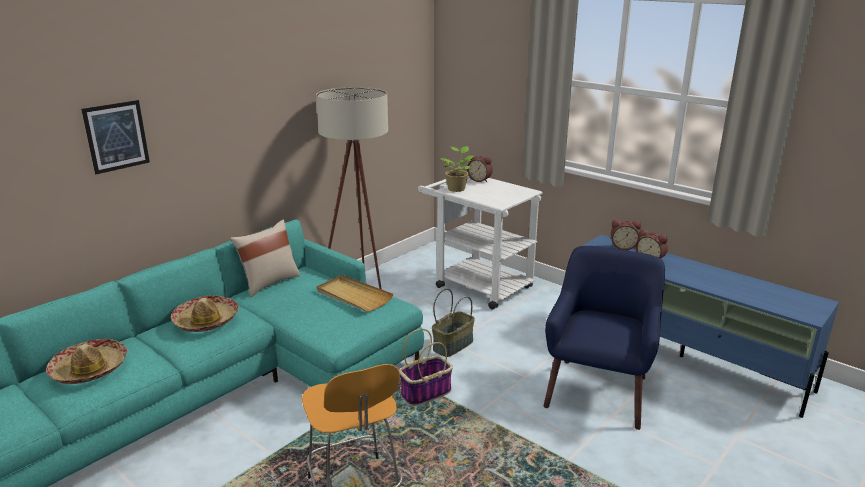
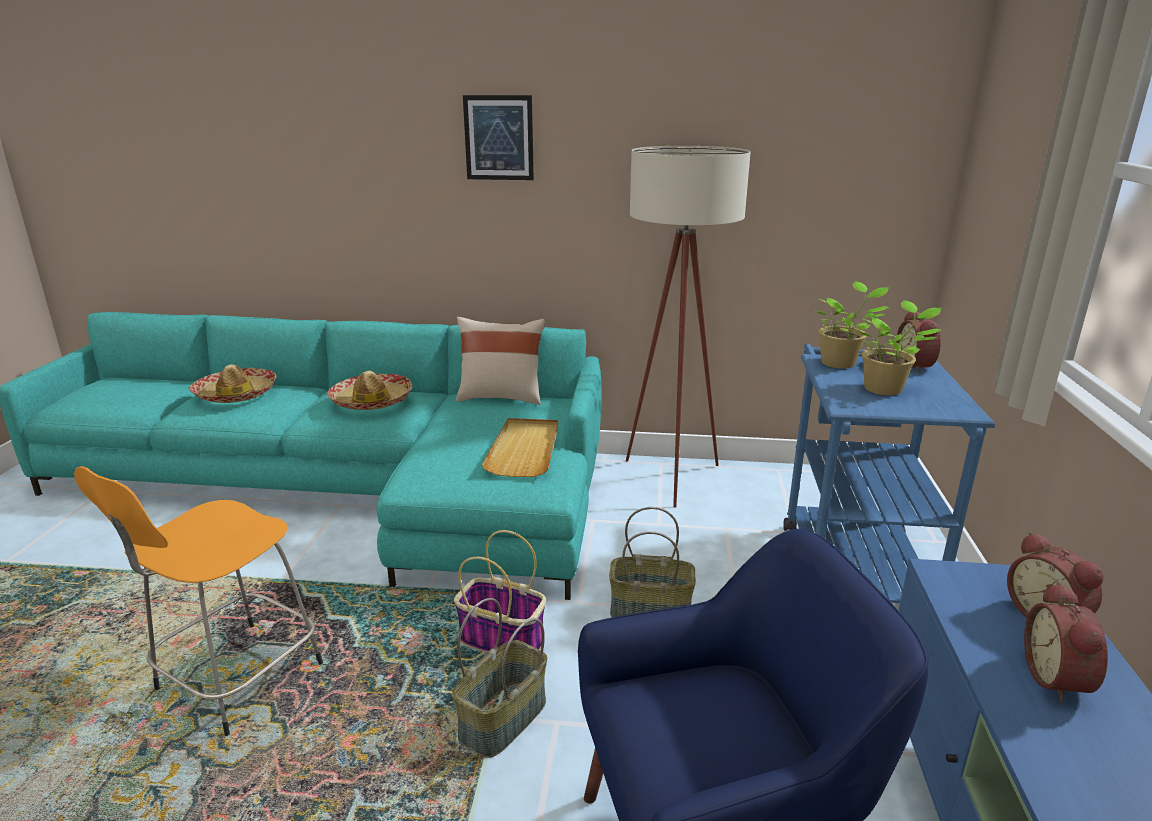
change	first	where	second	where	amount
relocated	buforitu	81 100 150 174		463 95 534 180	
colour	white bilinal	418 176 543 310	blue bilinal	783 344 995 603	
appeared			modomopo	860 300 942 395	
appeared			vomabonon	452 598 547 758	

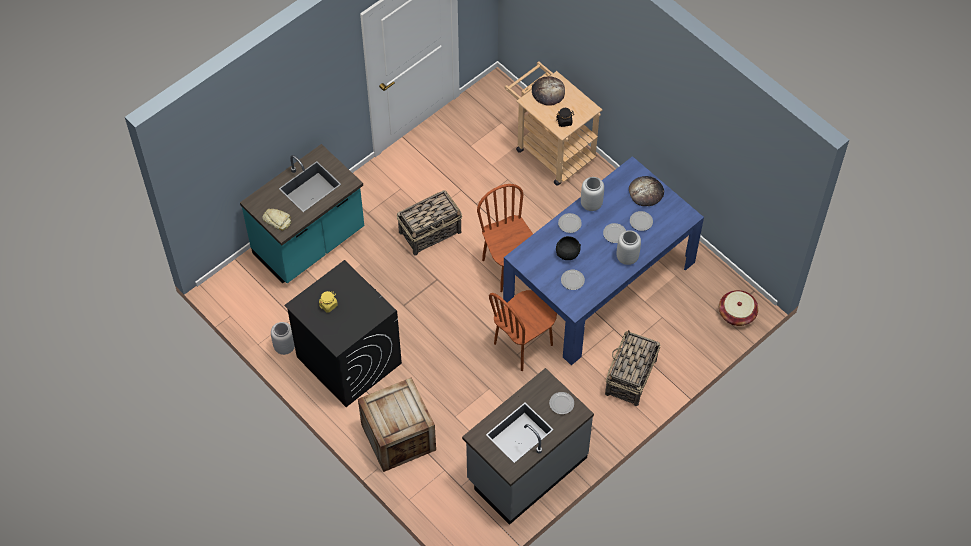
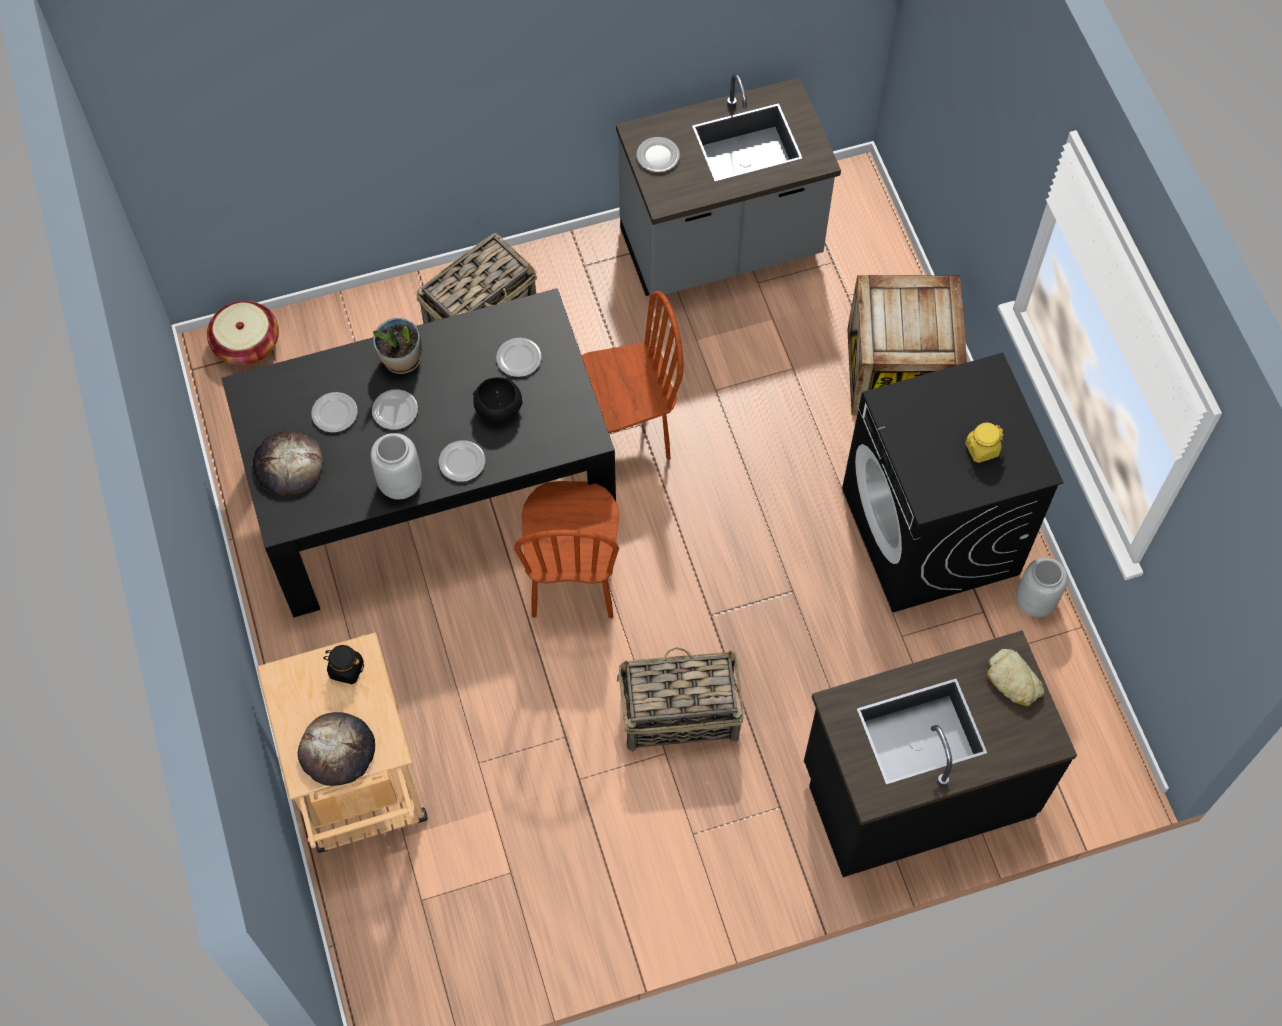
change	first	where	second	where	amount
colour	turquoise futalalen	240 144 364 284	black futalalen	804 630 1077 877	
colour	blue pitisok	503 156 704 365	black pitisok	222 288 616 617	
exchanged	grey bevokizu	617 230 641 265	modomopo	373 318 422 374	

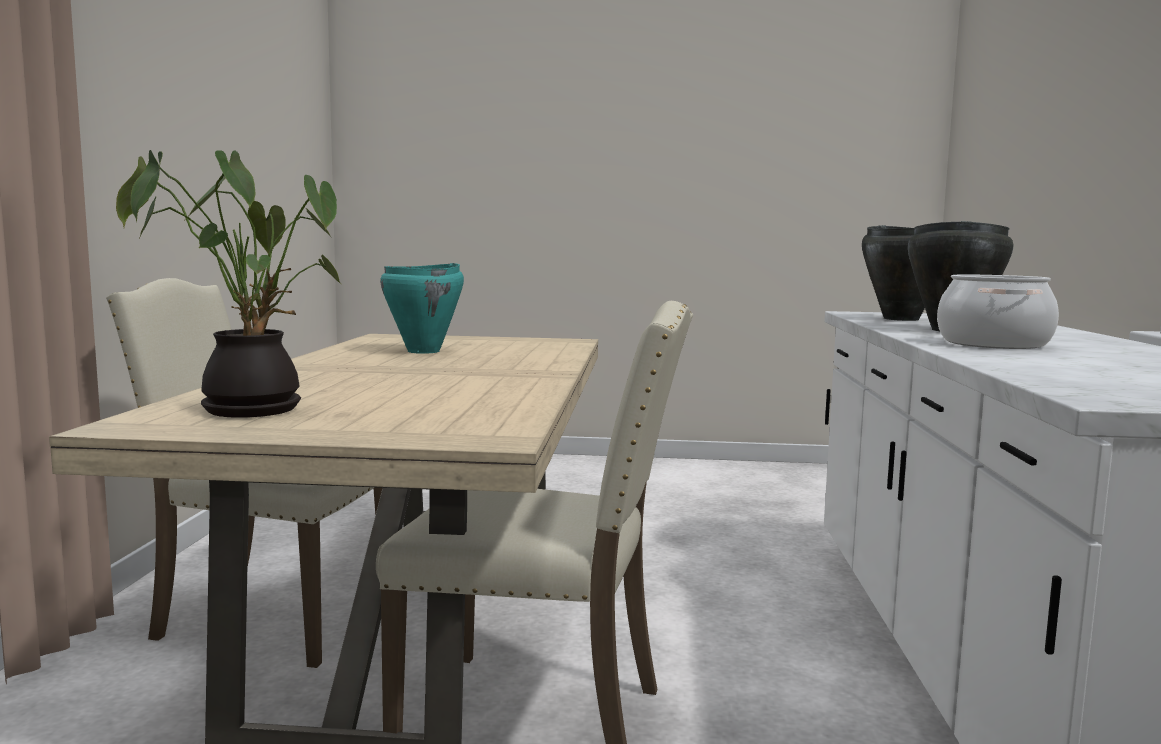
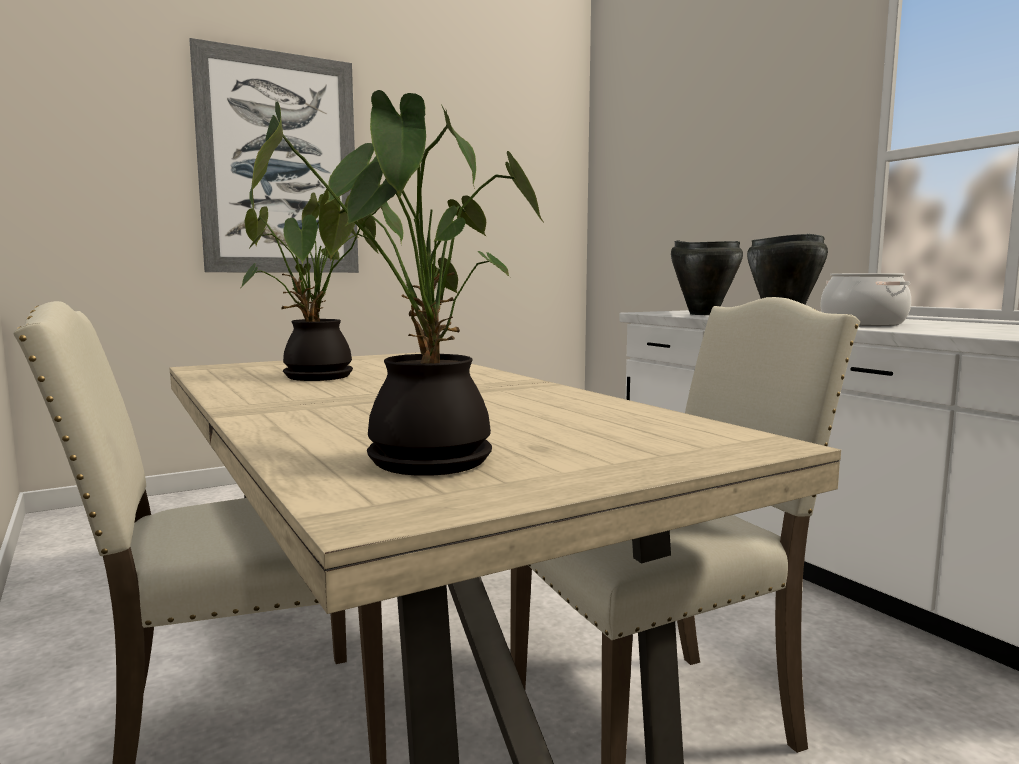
change	first	where	second	where	amount
exchanged	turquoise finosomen	380 263 464 354	modomopo	241 192 403 381	
appeared			buforitu	189 38 359 273	

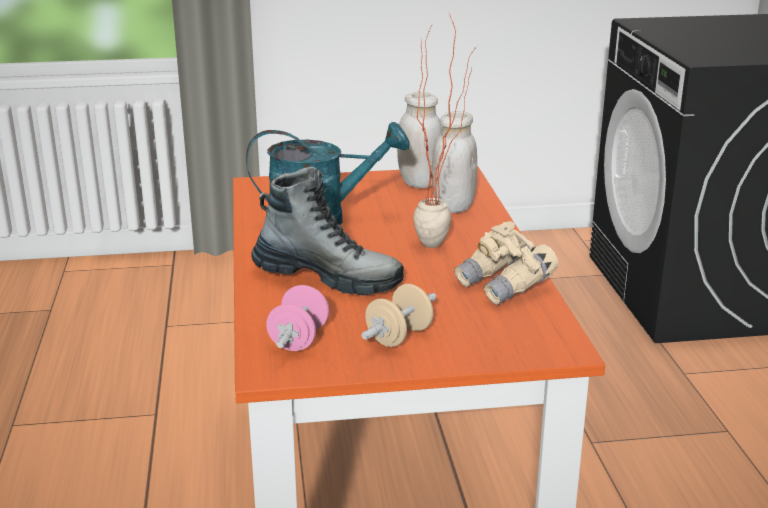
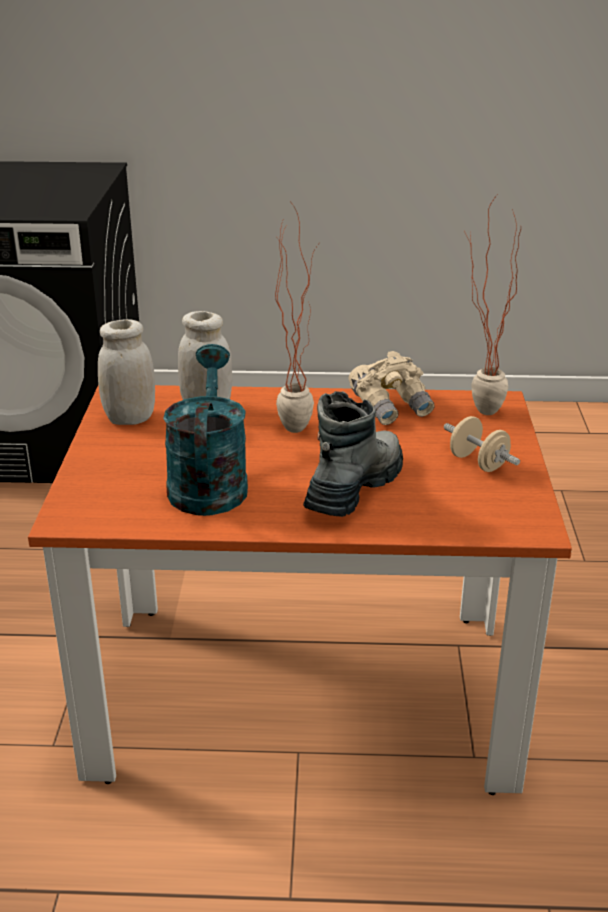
change	first	where	second	where	amount
missing	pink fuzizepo	266 285 329 351			
appeared			modomopo	464 195 521 415	

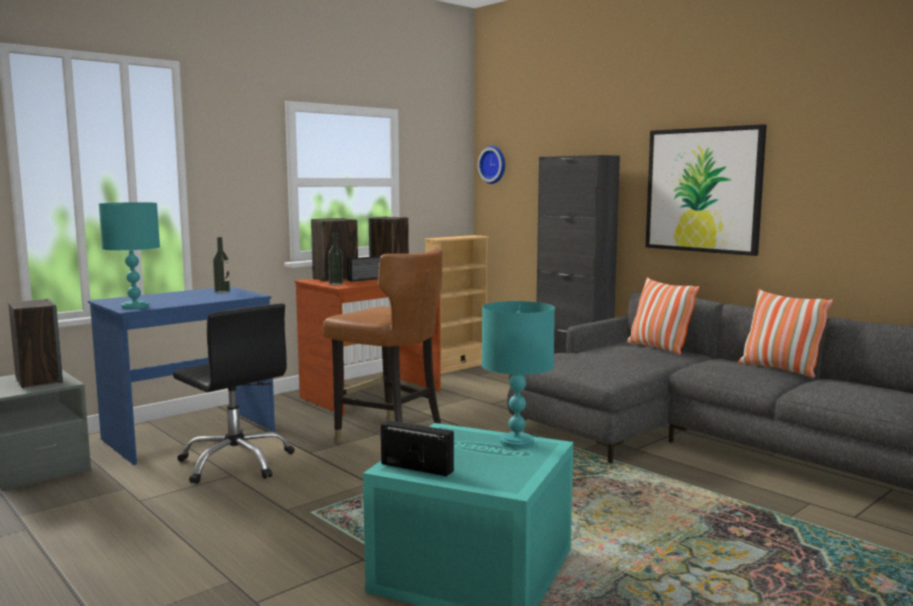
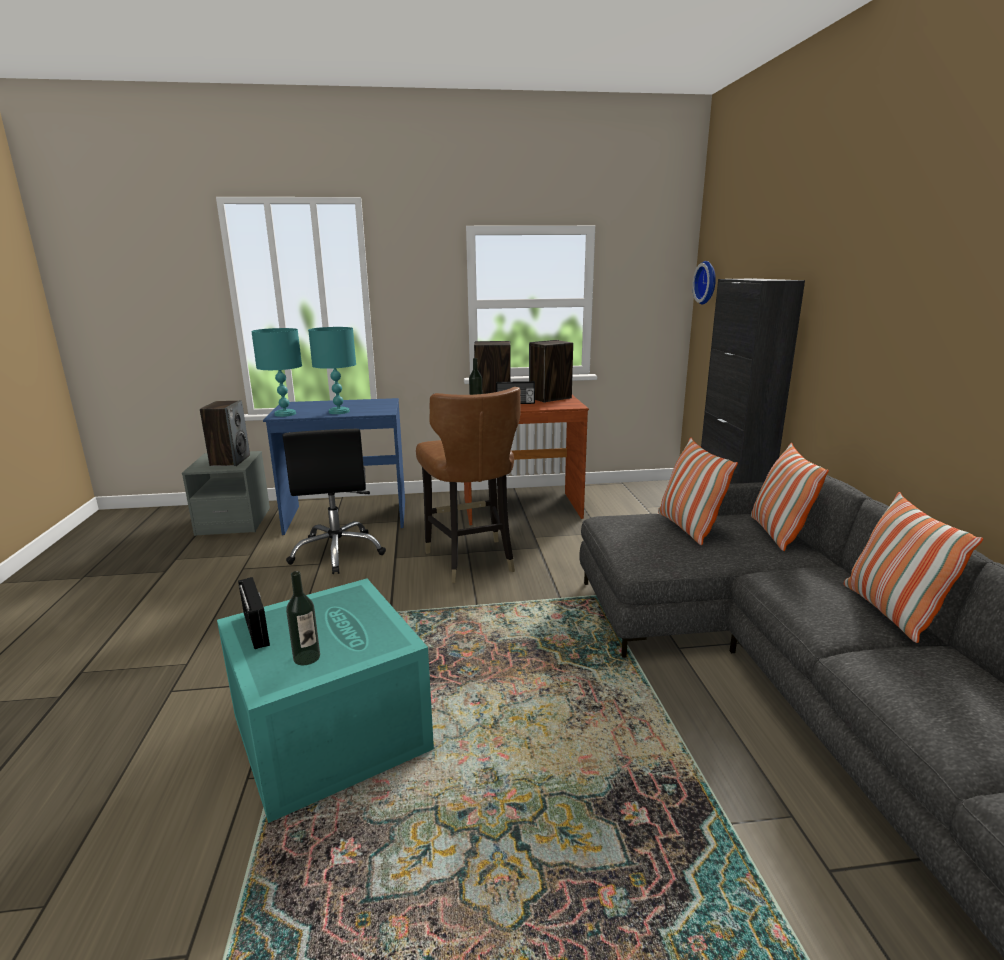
change	first	where	second	where	amount
missing	buforitu	645 124 767 256			
missing	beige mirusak	424 235 489 374			
relocated	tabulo	213 237 230 293		286 571 320 666	
relocated	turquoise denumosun	482 301 555 448		308 327 356 414	
appeared			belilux	658 438 738 545	

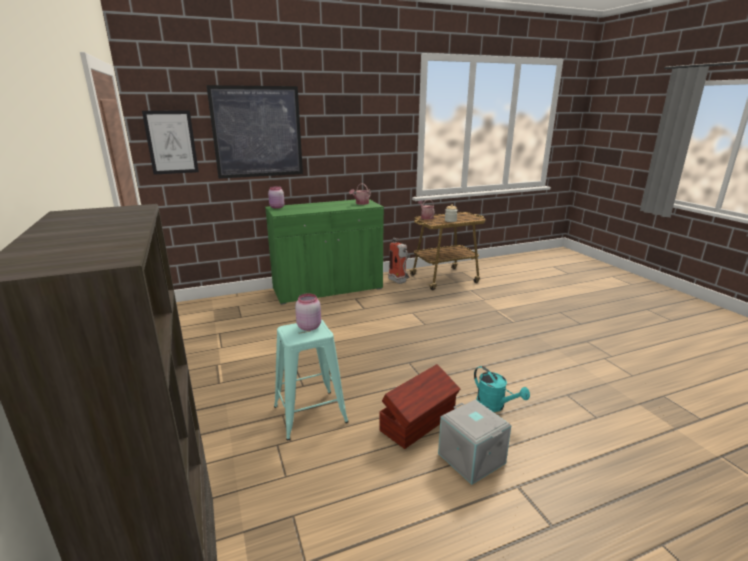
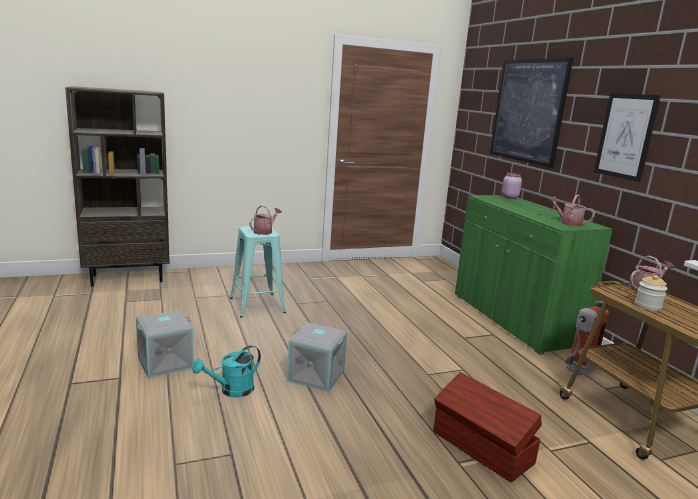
change	first	where	second	where	amount
relocated	buforitu	142 110 199 175		594 93 661 182	
exchanged	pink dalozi	295 293 321 331	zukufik	250 205 282 235	
relocated	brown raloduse	379 364 460 449		433 372 542 482	
appeared			grey raloduse	287 323 347 392	

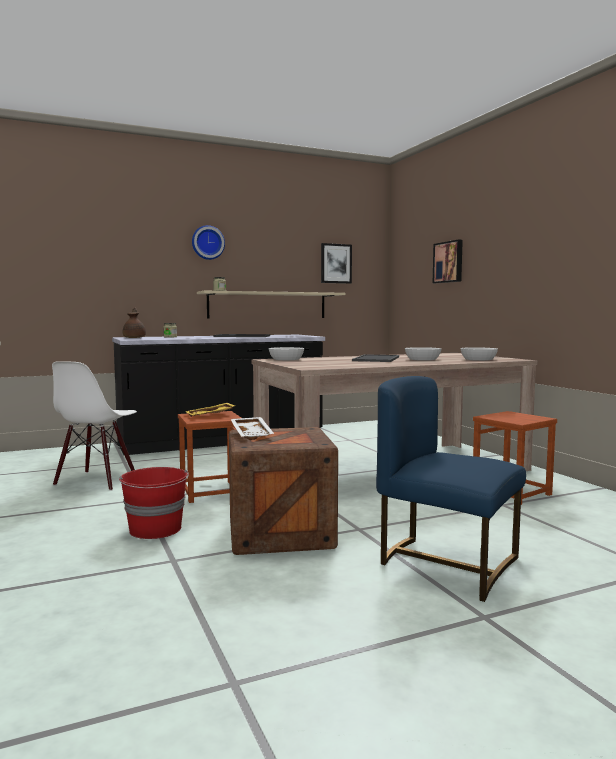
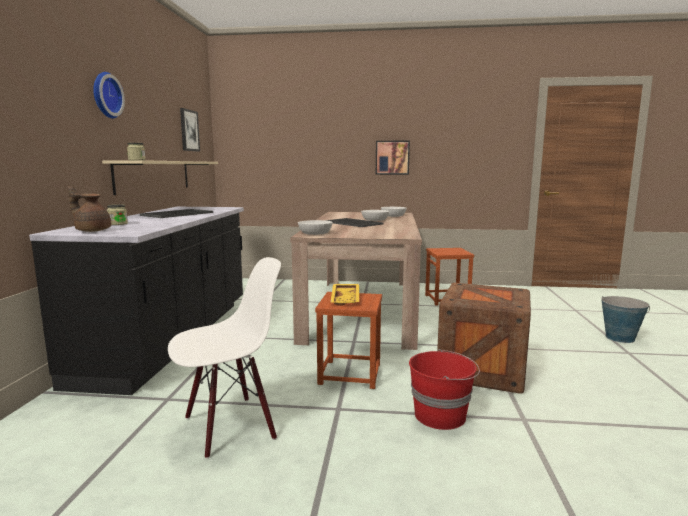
change	first	where	second	where	amount
relocated	buforitu	433 239 463 283		376 141 410 175	
spun	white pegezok	52 361 137 491		168 257 281 459	75 degrees counterclockwise
missing	blue pegezok	376 376 526 602			
missing	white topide	231 417 275 440			
appeared			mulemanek	601 296 650 343	

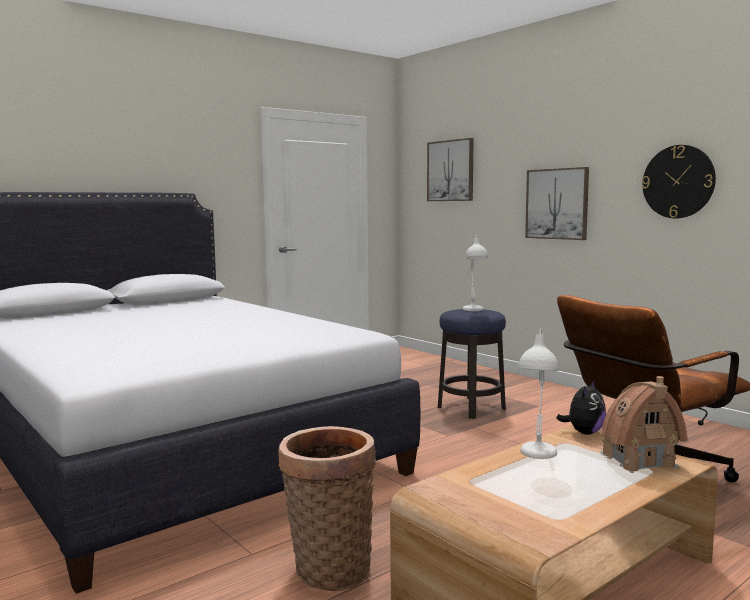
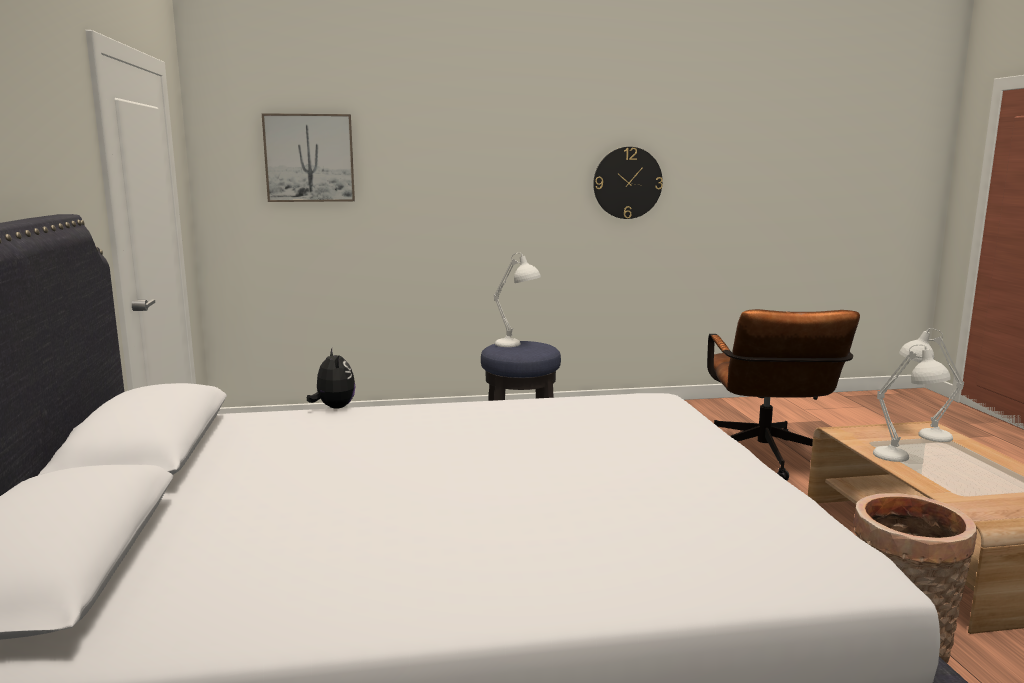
change	first	where	second	where	amount
missing	buforitu	525 167 589 240			
exchanged	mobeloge	600 376 688 473	white denumosun	899 328 964 442	
relocated	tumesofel	556 380 606 435		307 349 355 409	

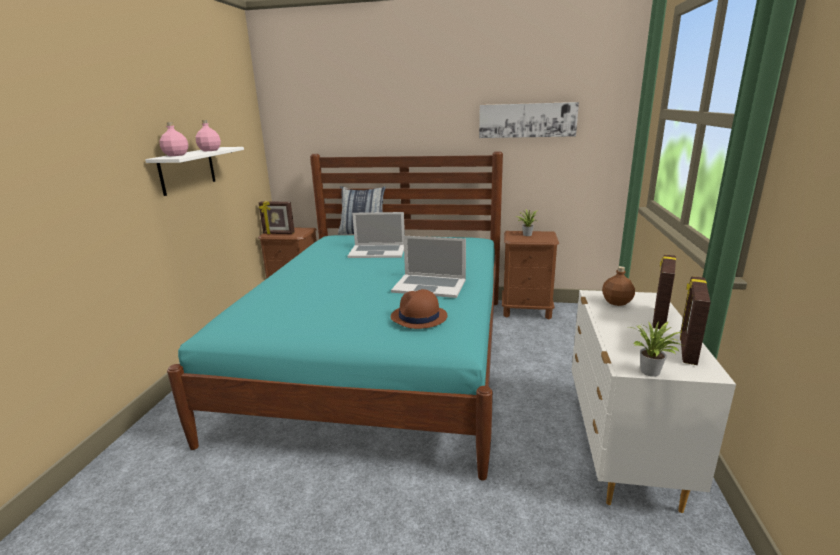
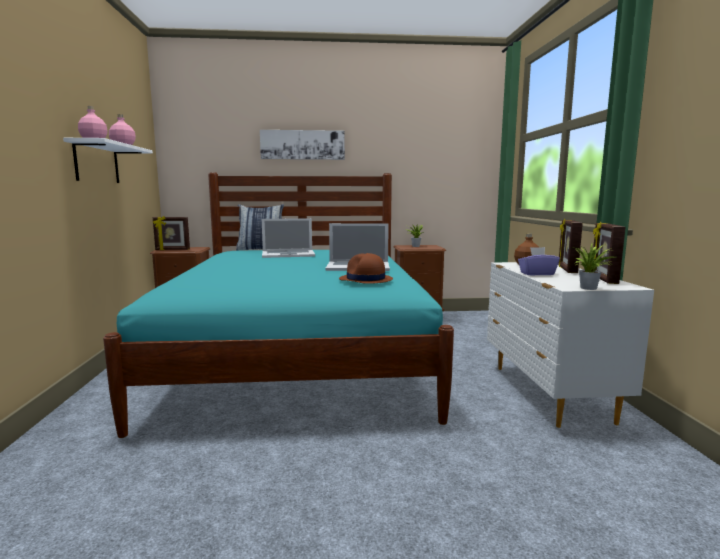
change	first	where	second	where	amount
relocated	buforitu	479 102 579 138		260 130 345 160	
appeared			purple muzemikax	518 247 560 275	

